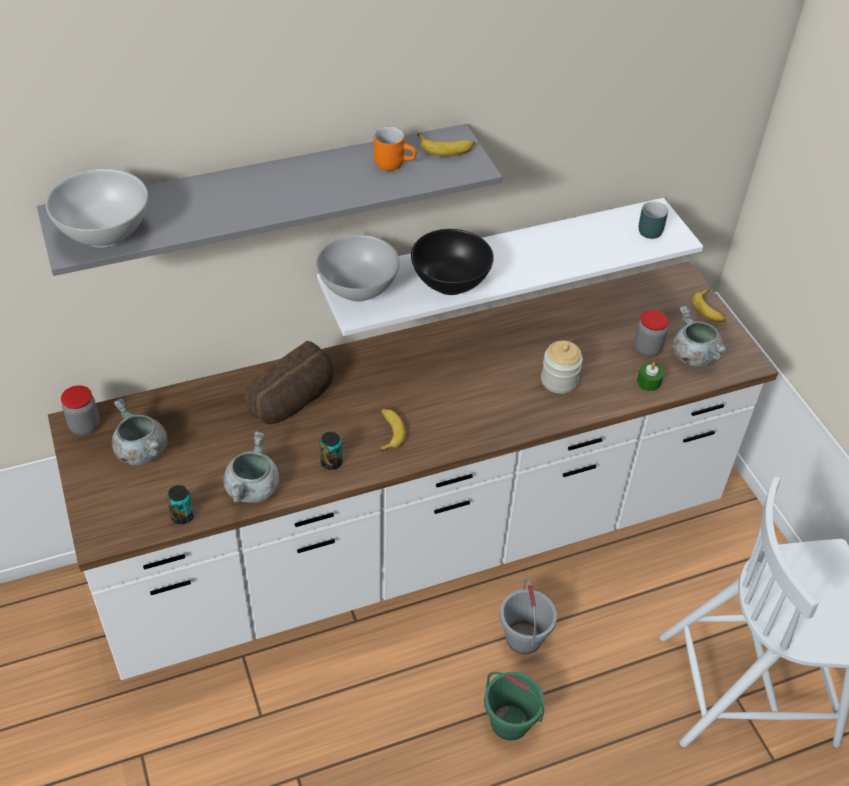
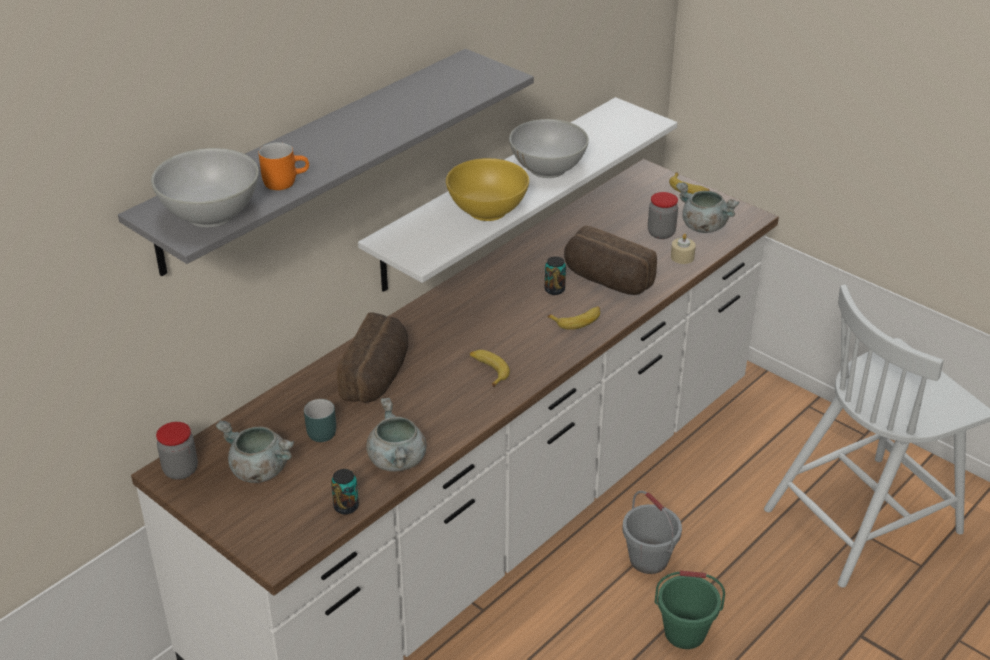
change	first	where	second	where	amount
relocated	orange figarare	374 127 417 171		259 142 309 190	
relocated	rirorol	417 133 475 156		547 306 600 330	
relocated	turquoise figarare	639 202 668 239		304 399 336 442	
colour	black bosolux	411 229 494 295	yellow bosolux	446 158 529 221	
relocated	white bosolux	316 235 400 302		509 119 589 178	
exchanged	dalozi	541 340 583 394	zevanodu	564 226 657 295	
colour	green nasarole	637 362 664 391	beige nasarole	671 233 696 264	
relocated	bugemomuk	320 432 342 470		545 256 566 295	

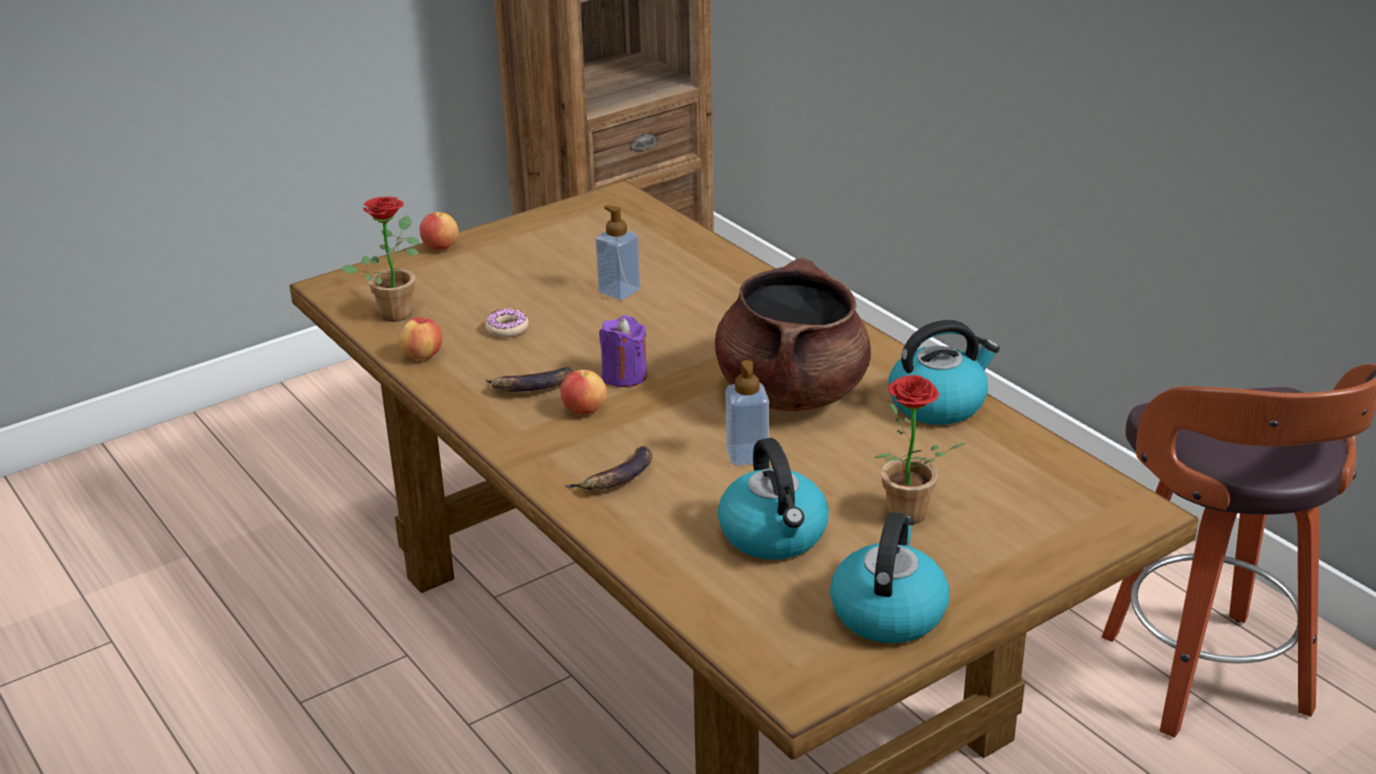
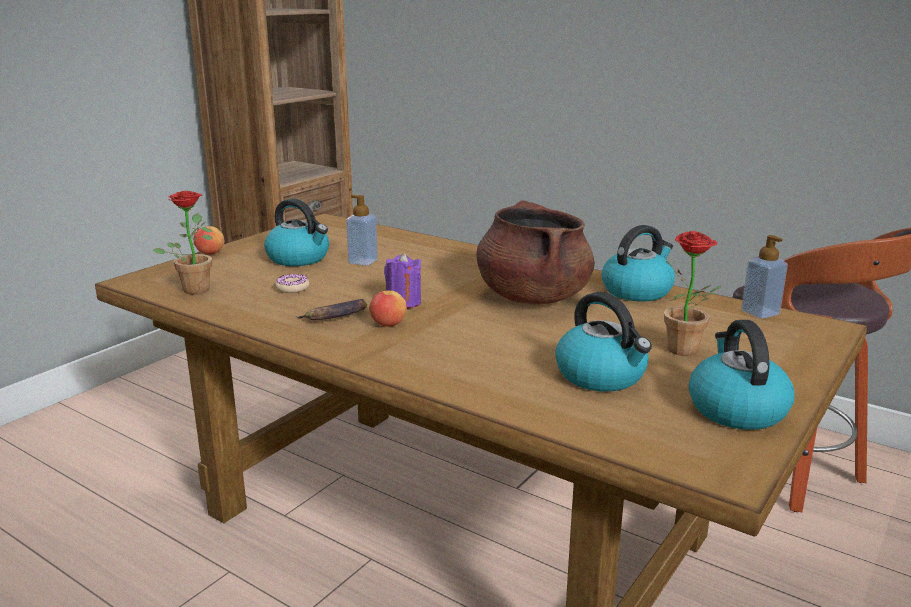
change	first	where	second	where	amount
missing	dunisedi	399 317 442 360			
relocated	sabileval	726 360 769 466		741 235 788 319	
missing	rirorol	564 446 653 490			
appeared			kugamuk	264 198 329 266	

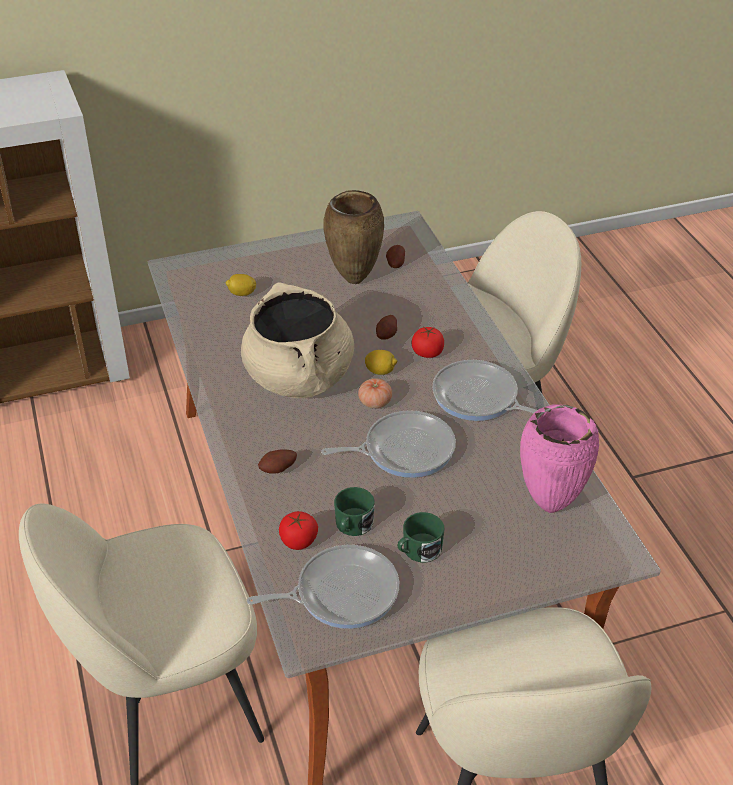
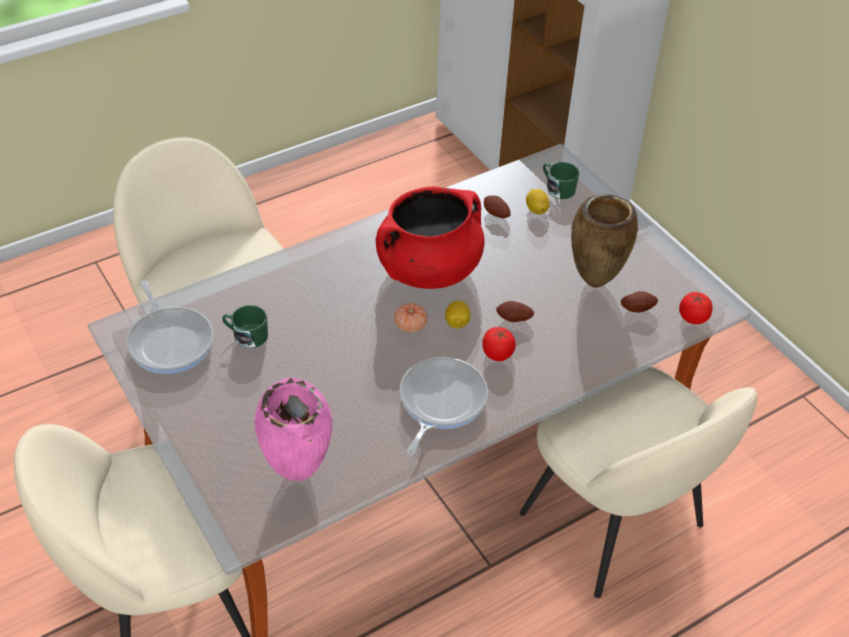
change	first	where	second	where	amount
colour	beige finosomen	241 282 354 398	red finosomen	376 186 485 289	
missing	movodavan	321 410 456 478			
relocated	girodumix	258 449 297 473		484 195 511 218	
relocated	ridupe	279 511 318 550		679 292 713 324	
relocated	green figarare	398 512 444 562		543 162 579 199	

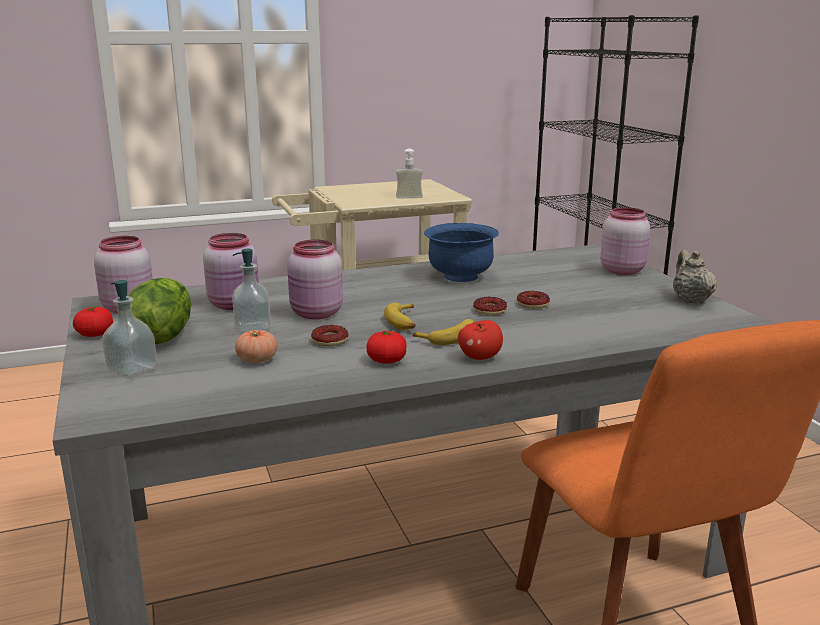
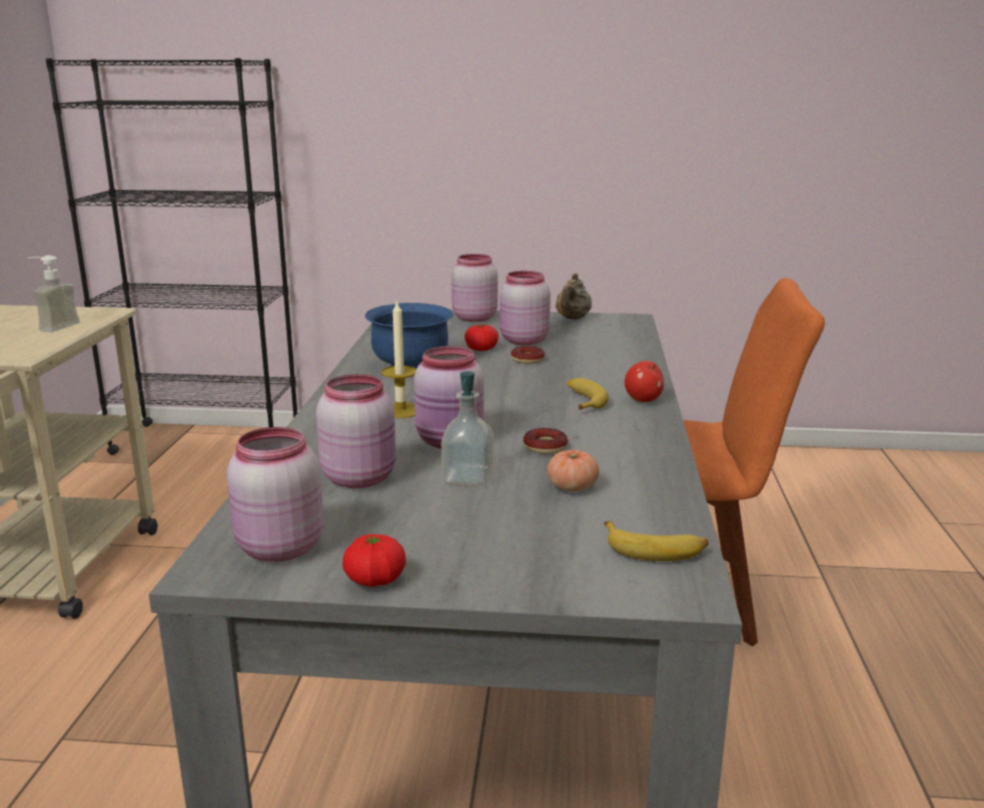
change	first	where	second	where	amount
spun	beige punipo	673 250 717 304		555 273 592 320	90 degrees counterclockwise
missing	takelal	129 278 191 345			
missing	sabileval	102 280 157 379			
missing	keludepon	473 297 507 316			
relocated	rirorol	384 303 416 330		604 521 709 561	
relocated	ridupe	366 331 407 364		465 324 499 351	
appeared			pink dalozi	500 271 551 345	
appeared			nasarole	381 302 416 418	

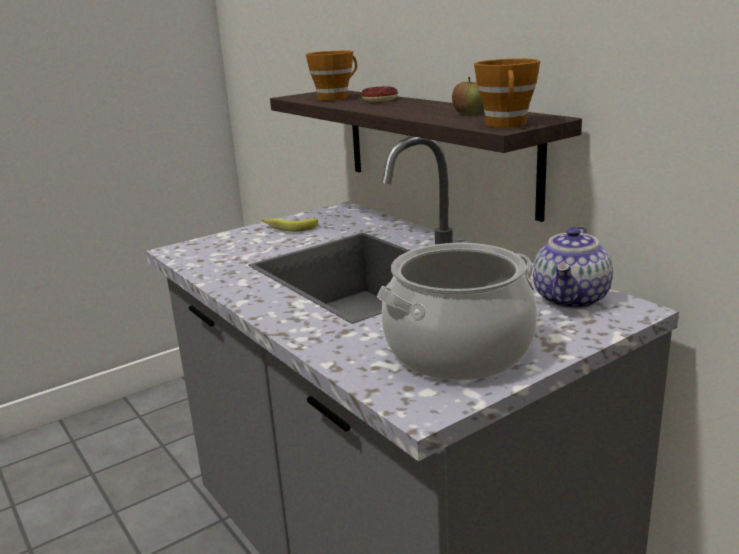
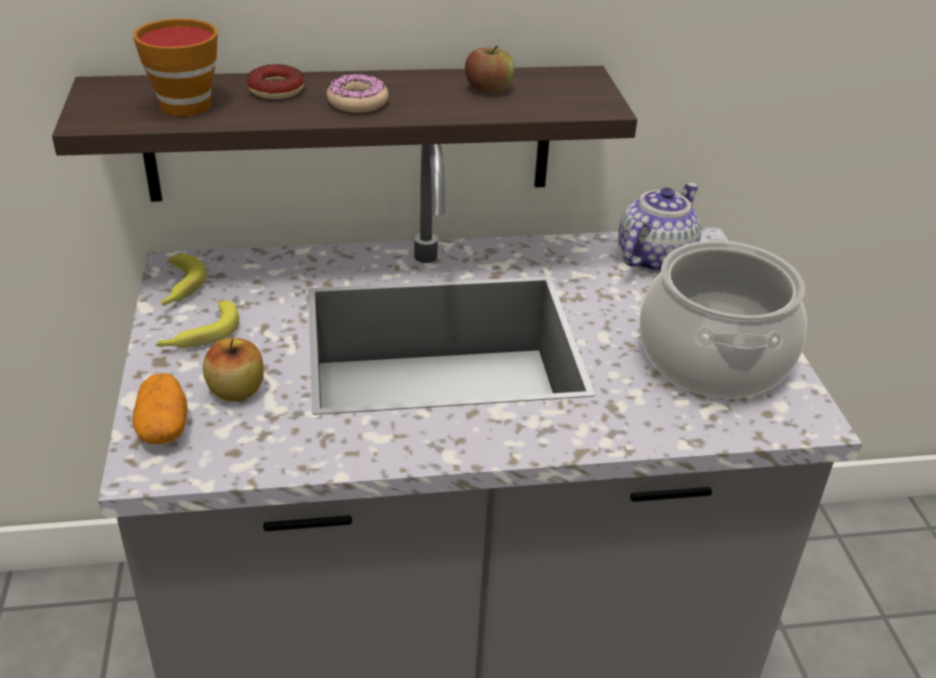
change	first	where	second	where	amount
missing	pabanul	474 58 540 127			
spun	punipo	533 226 613 309		618 183 701 273	105 degrees counterclockwise
appeared			keludepon	327 74 388 112	
appeared			rirorol	161 254 207 306	
appeared			dunisedi	203 338 264 402	
appeared			girodumix	132 373 188 444	

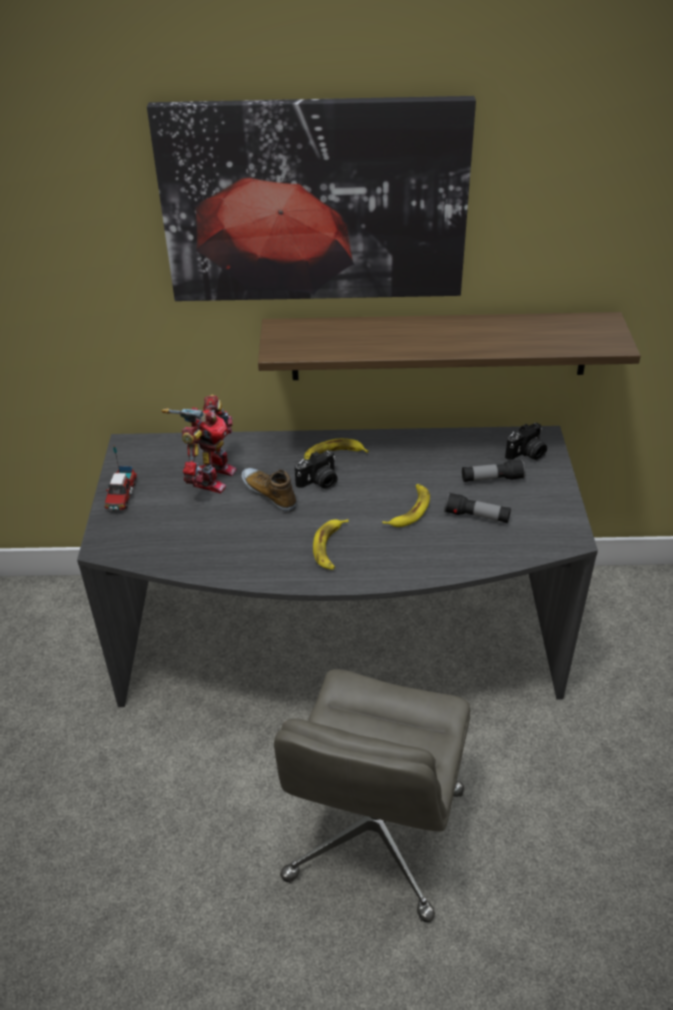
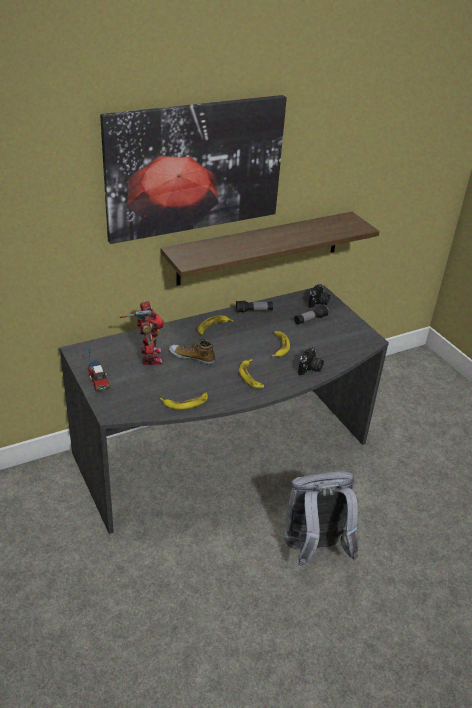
change	first	where	second	where	amount
relocated	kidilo	295 450 338 489		298 347 324 376	
relocated	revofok	444 492 511 523		236 301 273 313	
exchanged	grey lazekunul	274 669 471 922	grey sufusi	284 471 359 566	
appeared			rirorol	160 392 208 410	

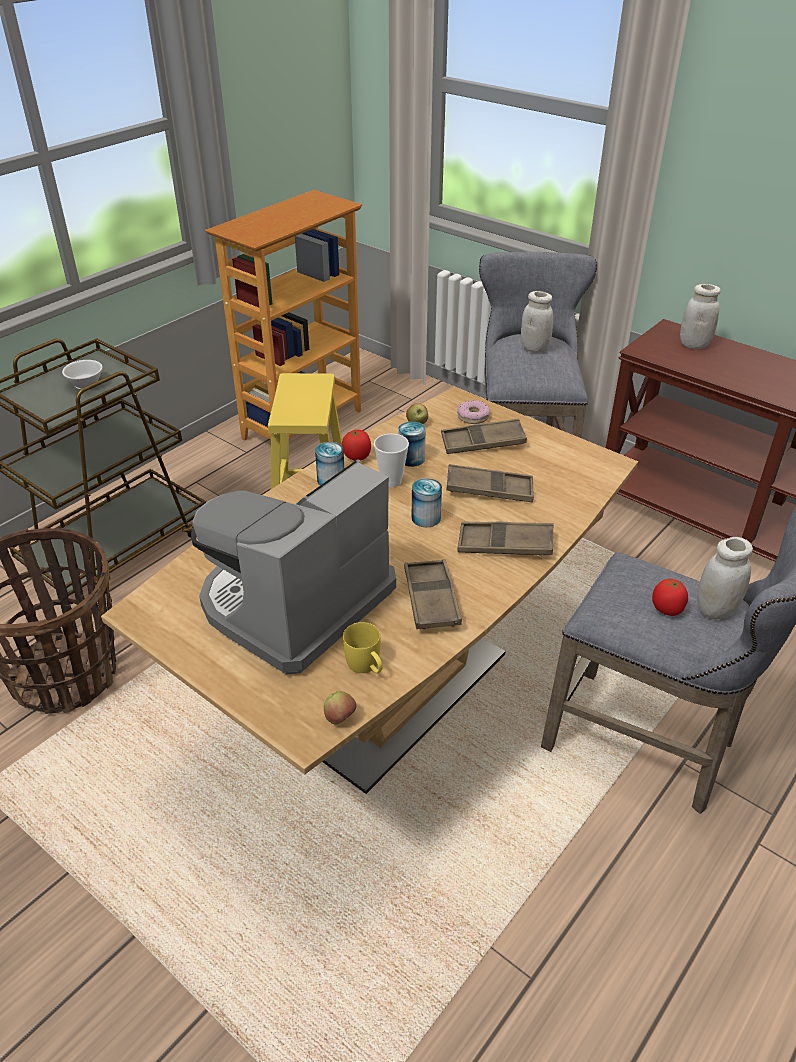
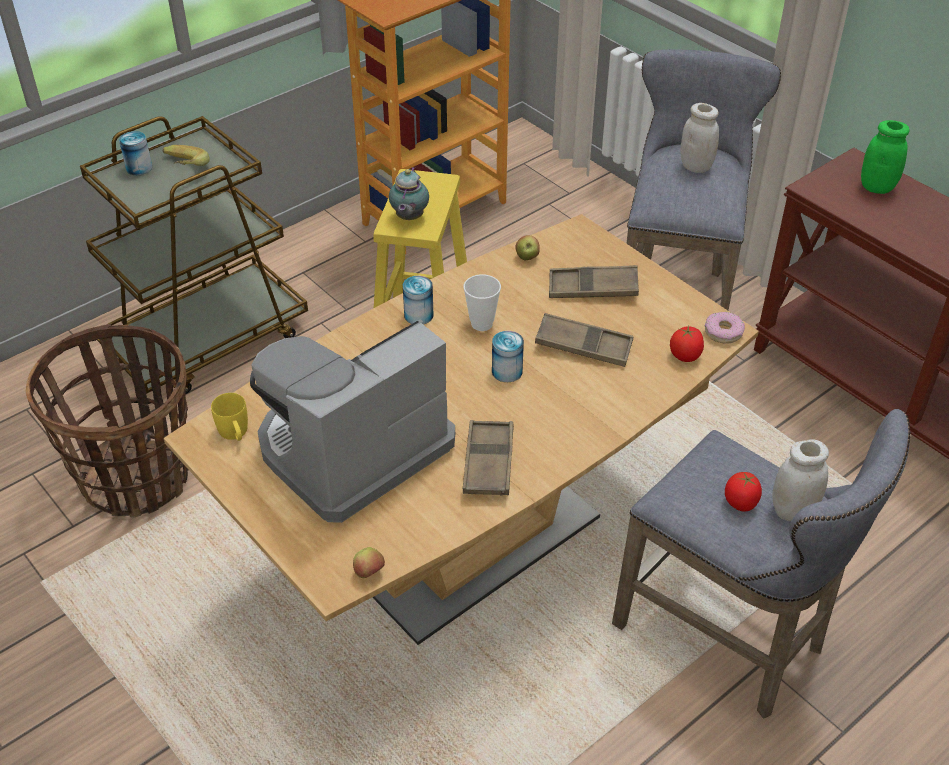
change	first	where	second	where	amount
colour	white dalozi	680 284 721 349	green dalozi	861 120 910 194	
exchanged	white pabanul	62 360 103 389	rirorol	162 145 210 166	
relocated	keludepon	457 400 490 424		705 312 745 344	
relocated	bugemomuk	398 421 426 467		119 131 152 175	
relocated	ridupe	342 429 371 461		670 326 704 362	
missing	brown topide	457 521 553 555			
relocated	yellow figarare	343 622 383 673		211 393 248 441	
appeared			punipo	389 167 429 220	

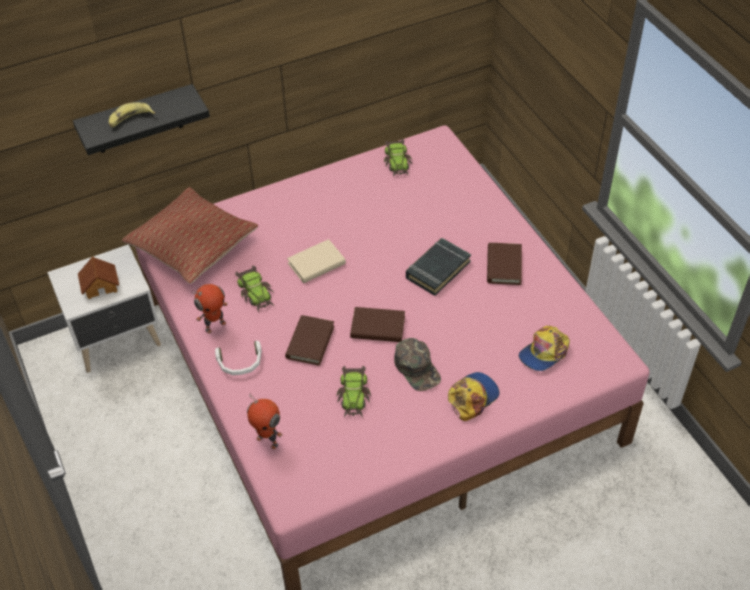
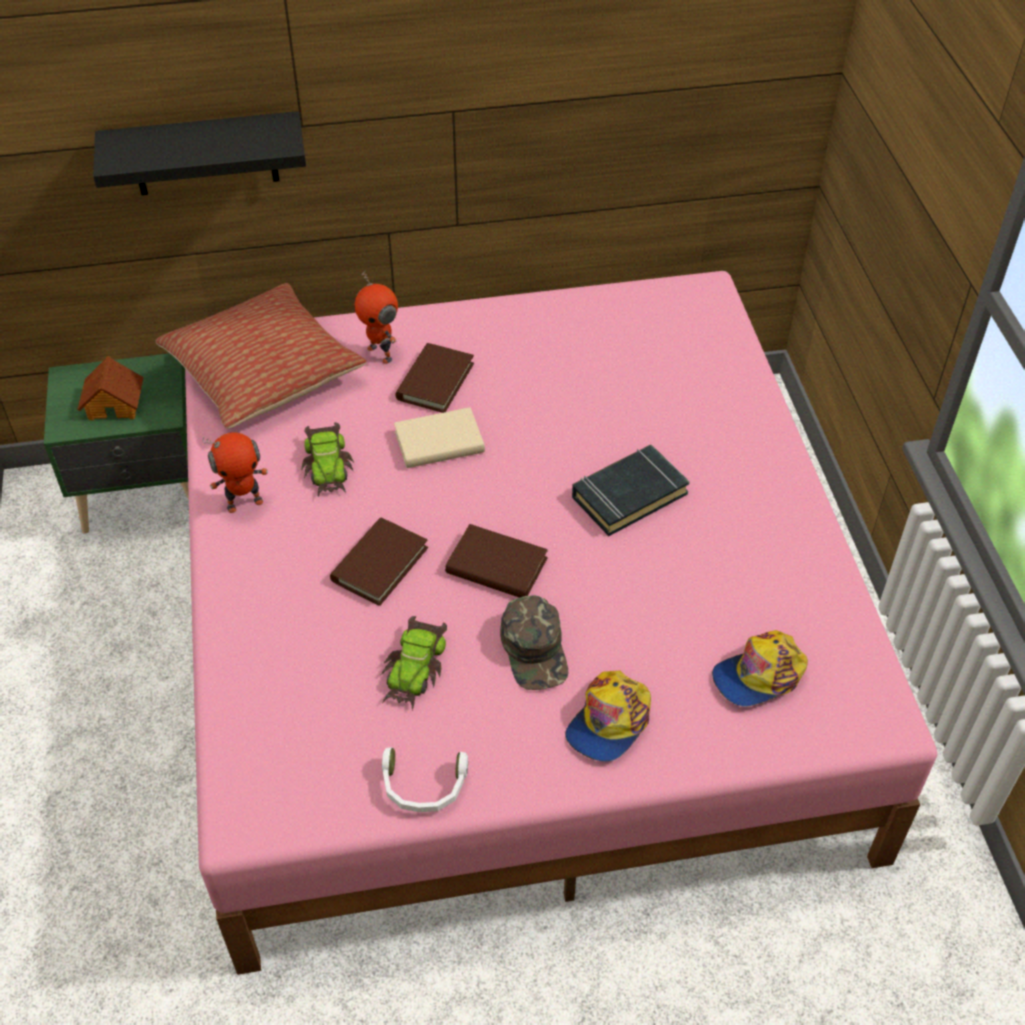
change	first	where	second	where	amount
missing	rirorol	109 102 155 127			
missing	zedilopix	384 139 413 176			
relocated	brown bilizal	487 243 522 285		395 343 474 413	
colour	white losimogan	47 244 161 373	green losimogan	44 353 189 534	
relocated	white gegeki	215 341 262 375		382 747 468 812	
spun	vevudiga	448 372 500 421		565 671 651 762	150 degrees clockwise
relocated	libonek	247 393 283 449		355 272 398 364	

